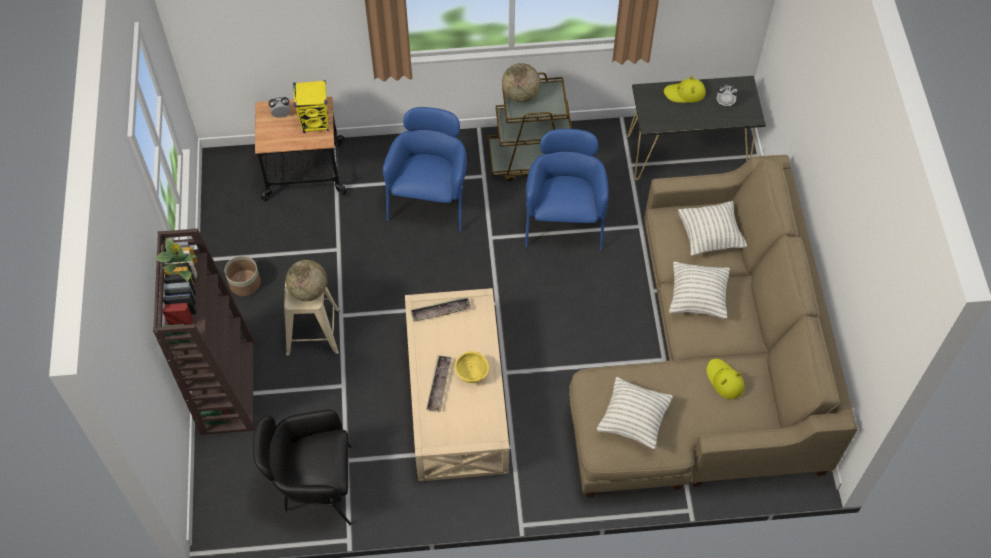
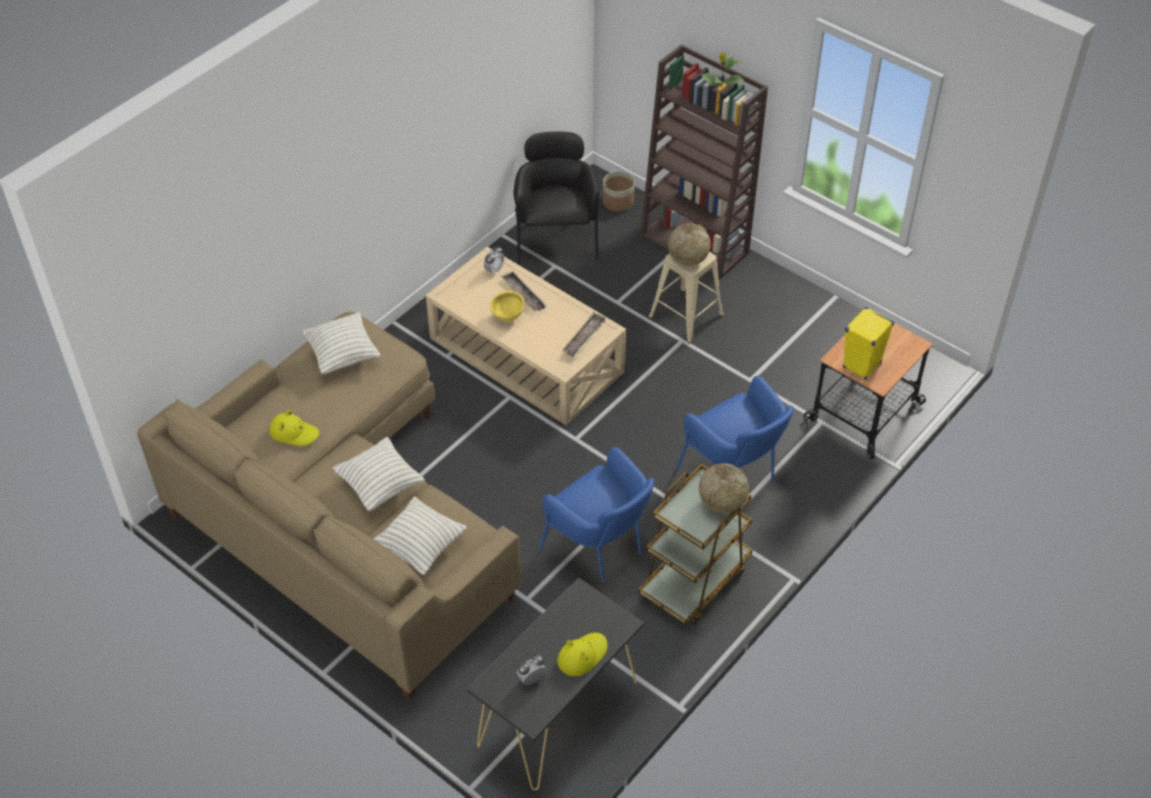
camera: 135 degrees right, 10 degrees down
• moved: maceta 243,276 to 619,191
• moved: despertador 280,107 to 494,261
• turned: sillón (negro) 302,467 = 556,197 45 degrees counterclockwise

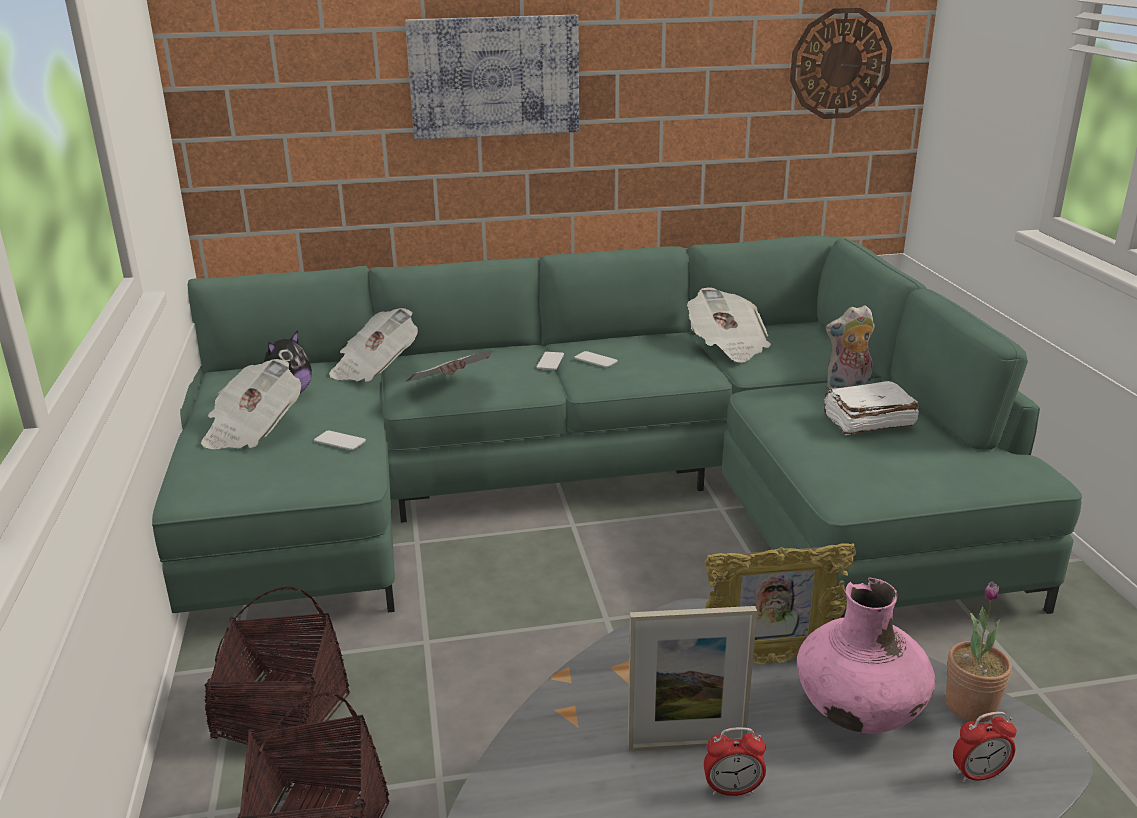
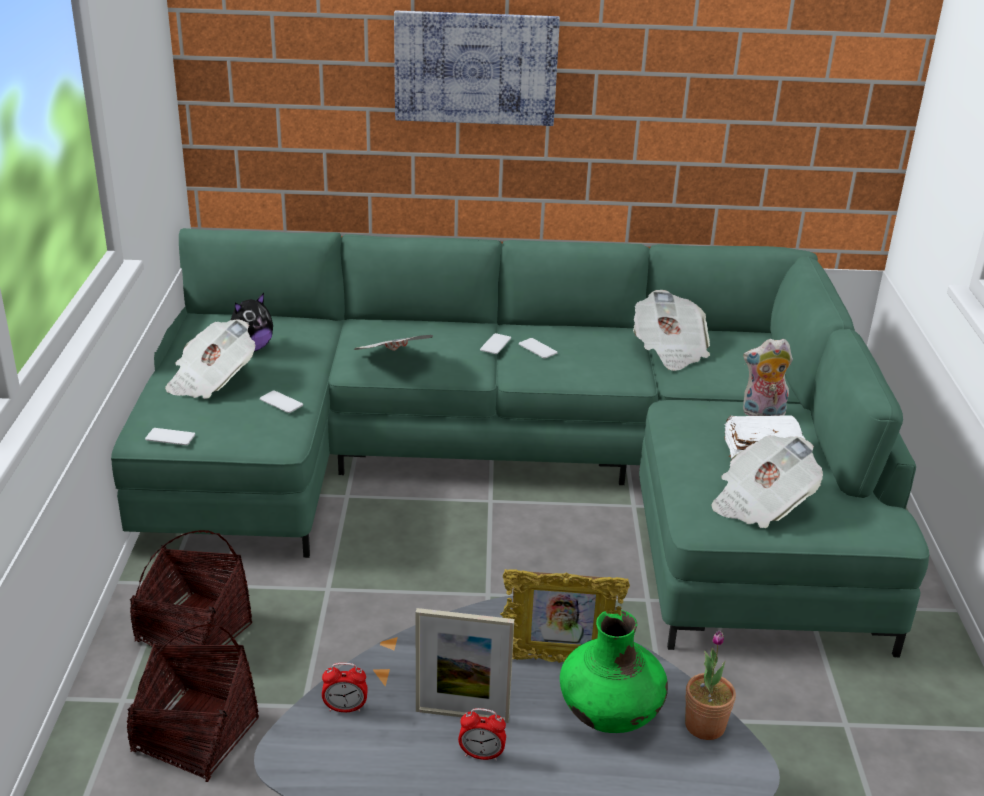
camera: 10 degrees right, 5 degrees up
• removed: reloj de pared 841,63
• added: móvil 170,436
• moved: periódico 373,345 to 767,481
• moved: despertador 985,747 to 345,687
• recoloured: florero (rosa) 866,656 to florero (verde) 614,671

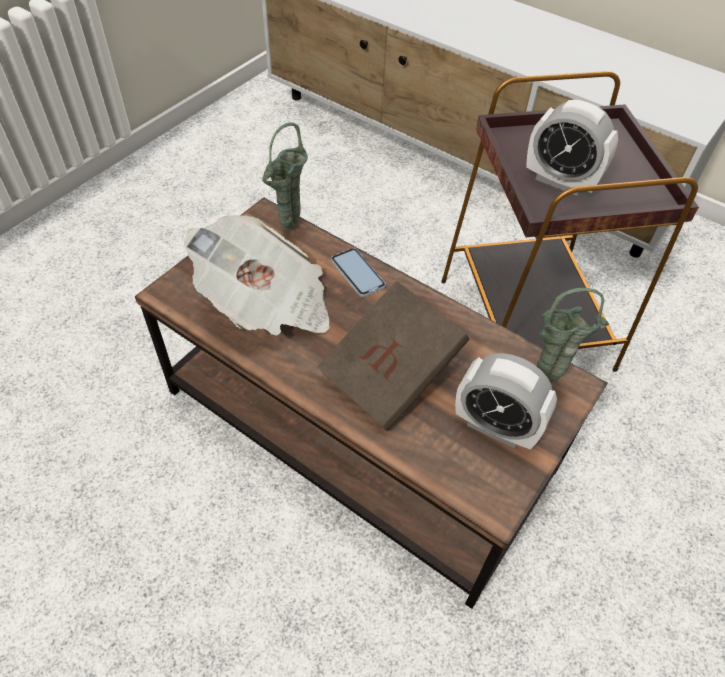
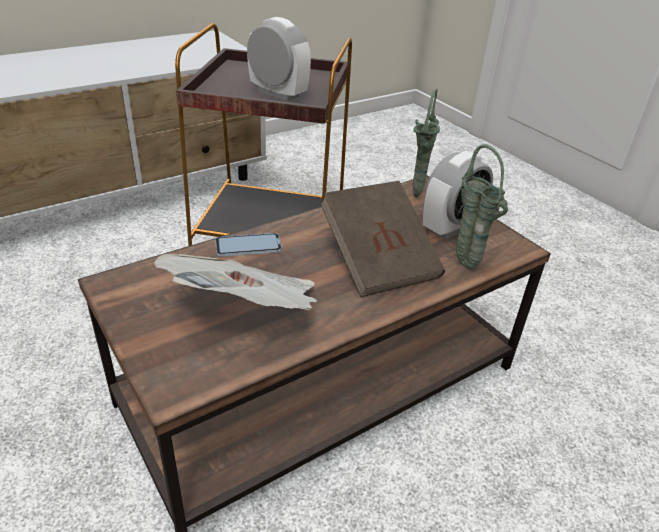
camera: 70 degrees left, 15 degrees down
• moved: florero (verde) 285,176 to 482,206
• turned: despertador 572,148 = 279,59 105 degrees counterclockwise

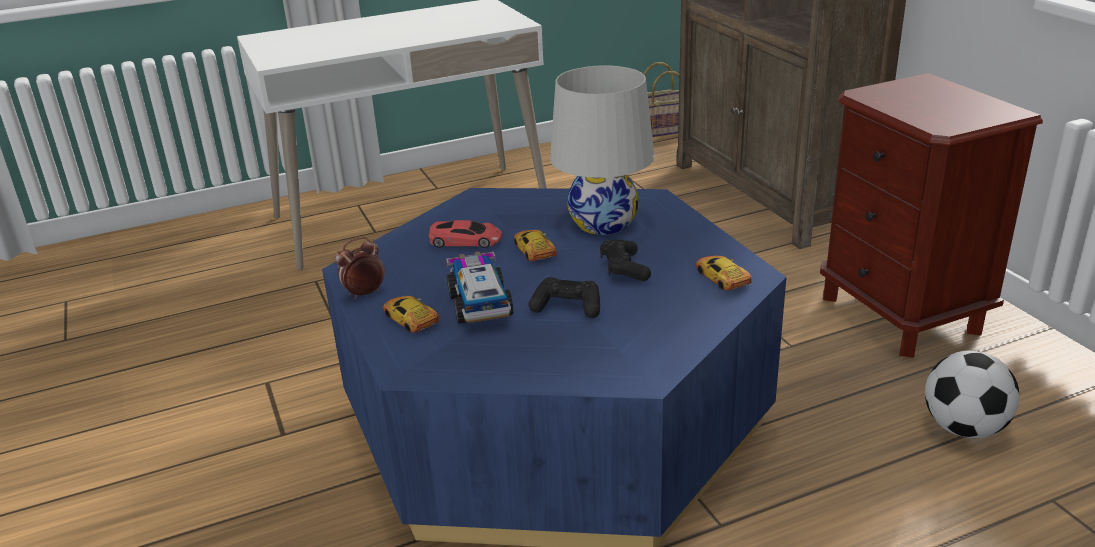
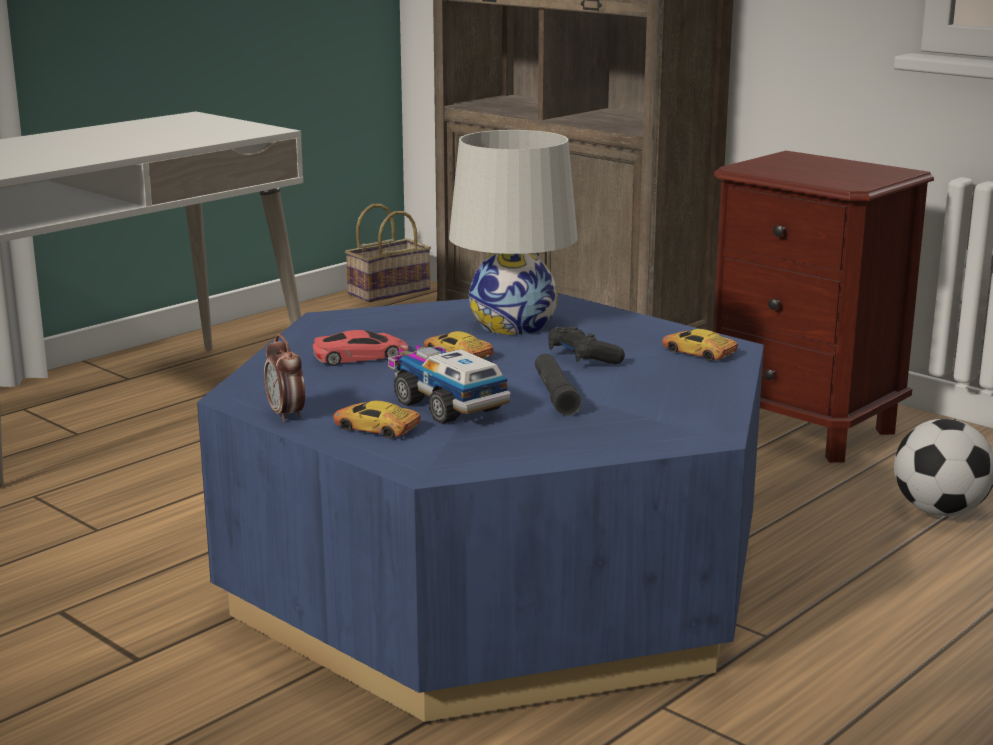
camera: 25 degrees left, 10 degrees down
• replaced: mando de consola (negro) 564,297 to linterna (negro) 558,385
• turned: despertador 360,268 = 284,378 60 degrees counterclockwise

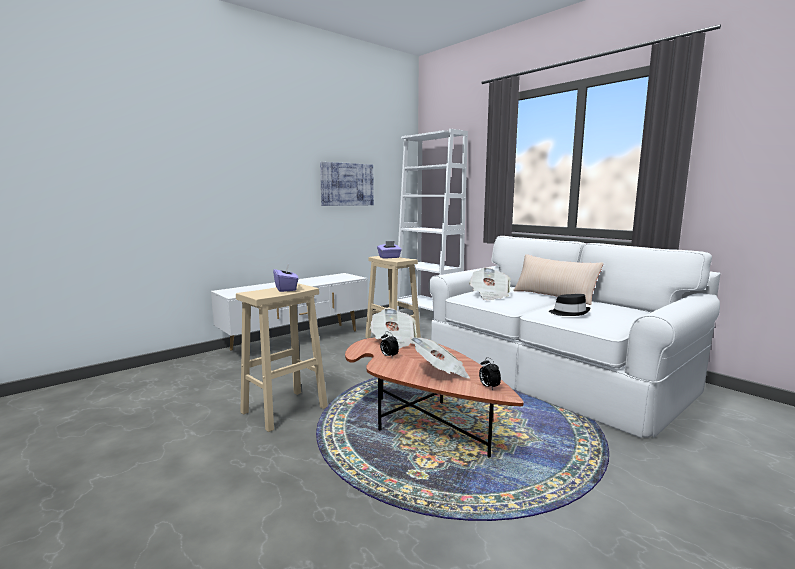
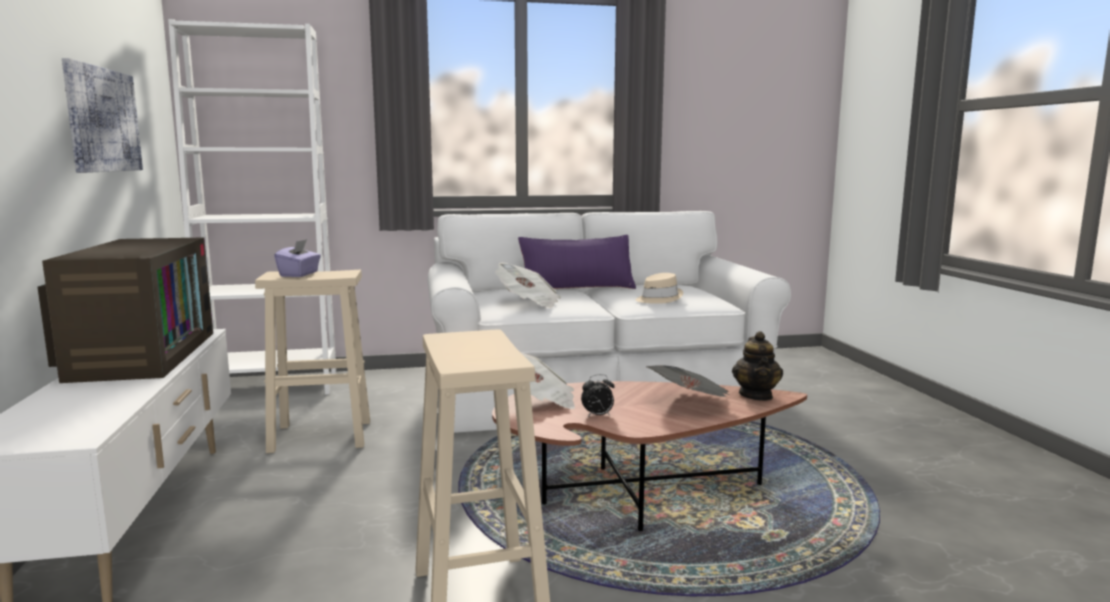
camera: 60 degrees left, 0 degrees up
• removed: caja de pañuelos (morado) 285,278
• added: televisor 125,310
• replaced: despertador 490,373 to tetera 757,366
• recoloured: cojín (beis) 558,279 to cojín (morado) 577,262
• recoloured: sombrero (negro) 569,305 to sombrero (beis) 659,288

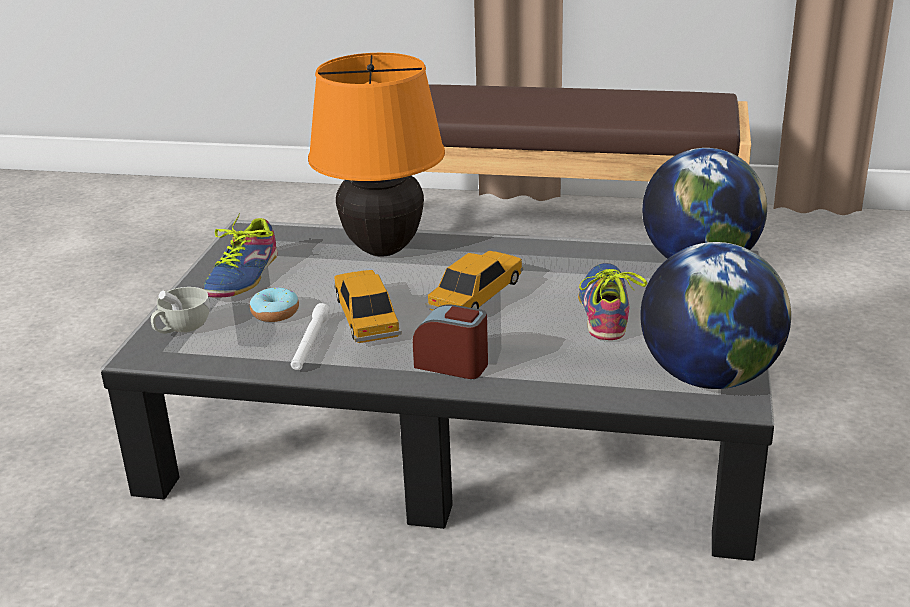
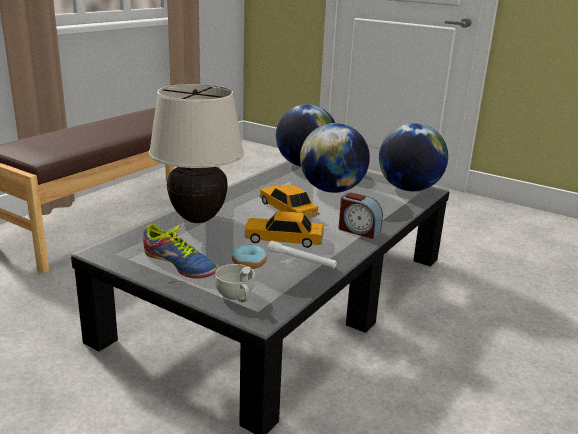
camera: 70 degrees left, 5 degrees down
• replaced: zapato 612,301 to globo terráqueo 335,158
• recoloured: lámpara de mesa (naranja) 376,155 to lámpara de mesa (beis) 196,153
• turned: despertador 450,341 = 361,215 105 degrees counterclockwise

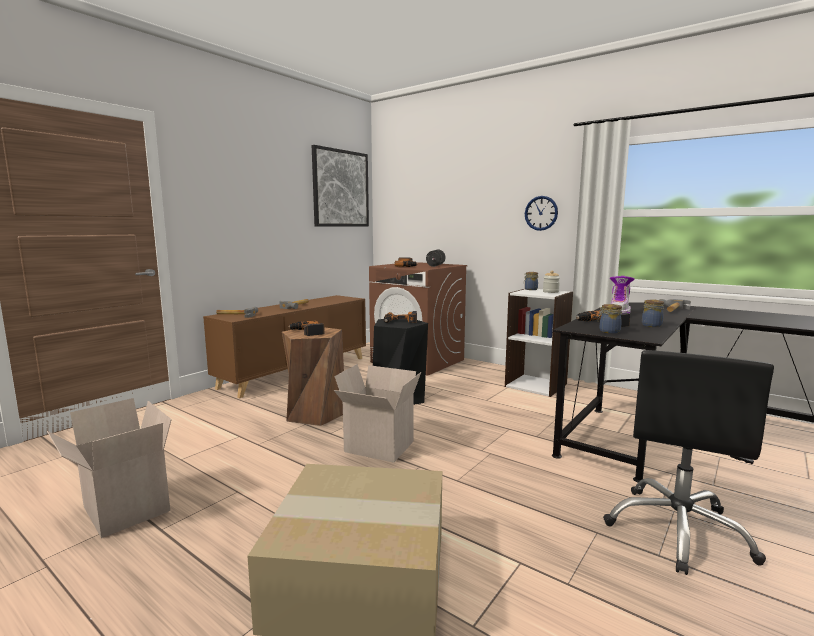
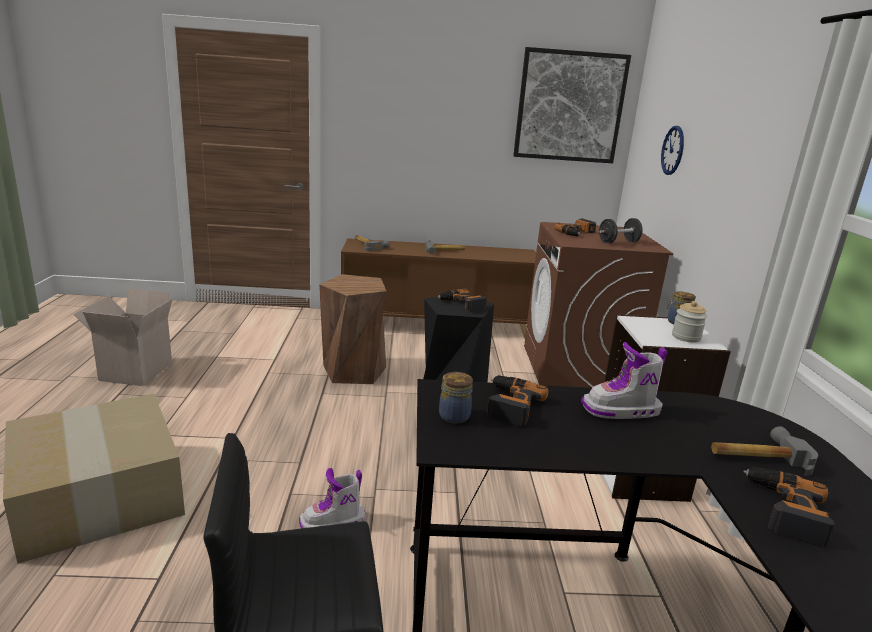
camera: 50 degrees right, 10 degrees up
• removed: caja de cartón 377,413
• removed: tarro 653,313
• added: bota 332,498
• moved: taladro 306,328 to 789,507
• moved: reloj de pared 541,213 to 672,150

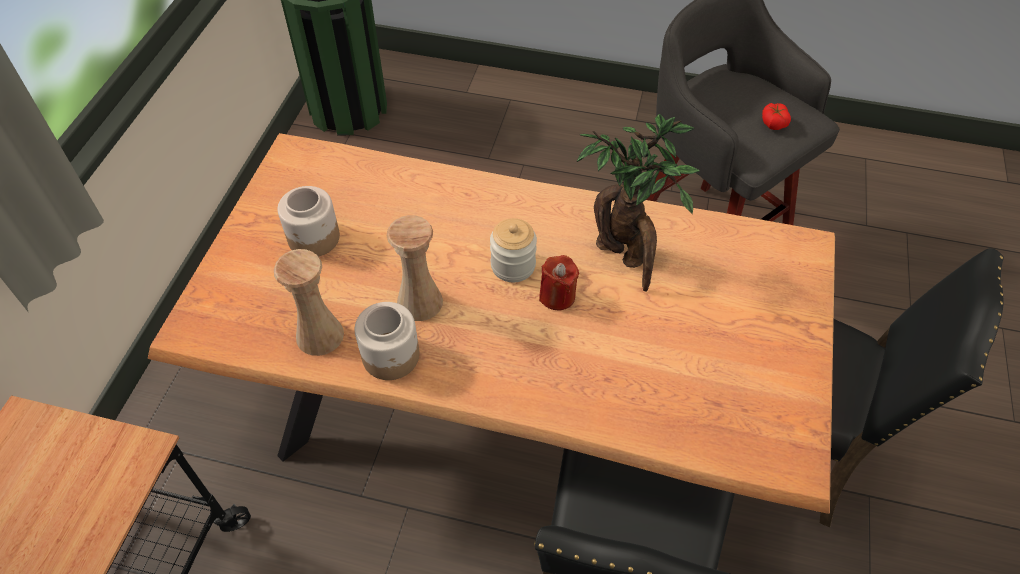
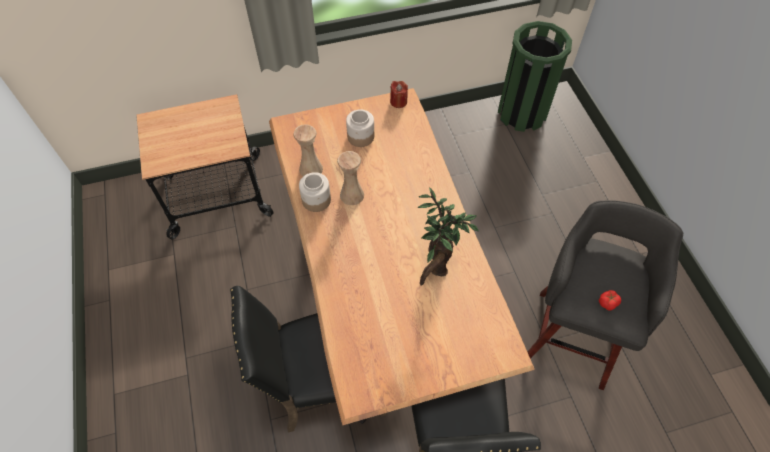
camera: 60 degrees right, 5 degrees up
• removed: tarro 513,250
• moved: vela (rojo) 559,283 to 399,94

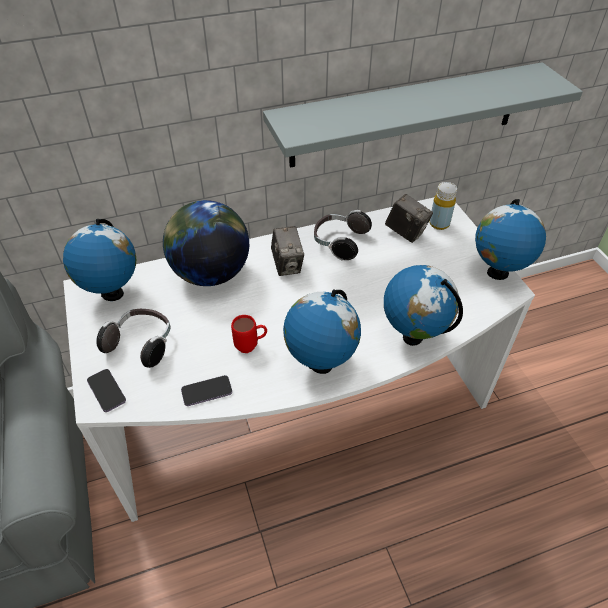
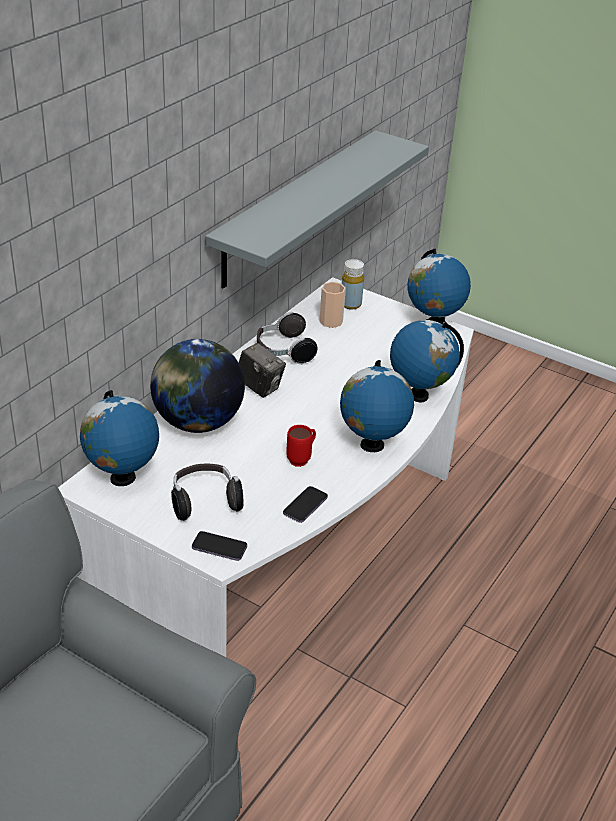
camera: 40 degrees left, 10 degrees down
• replaced: cámara 409,218 to taza 332,305

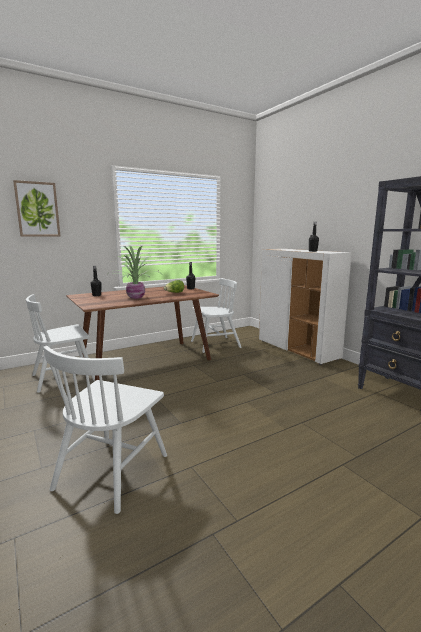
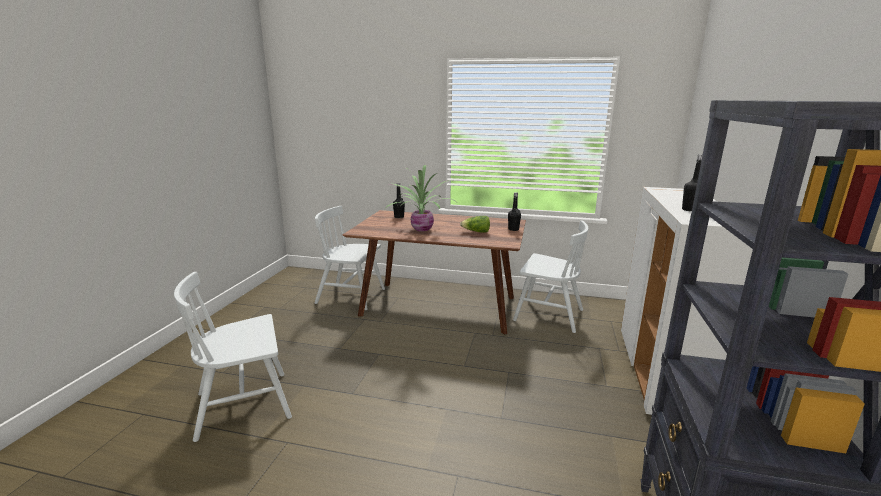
camera: 45 degrees right, 5 degrees up
• removed: cuadro 36,208

